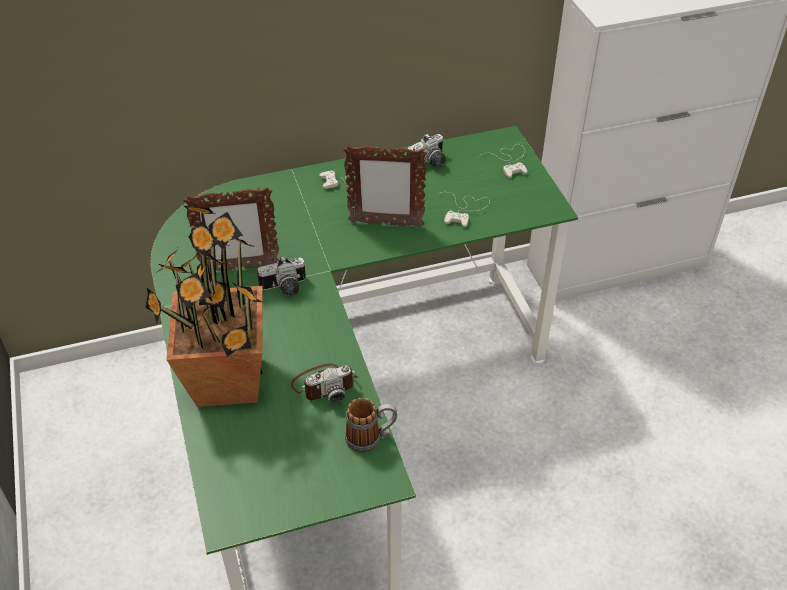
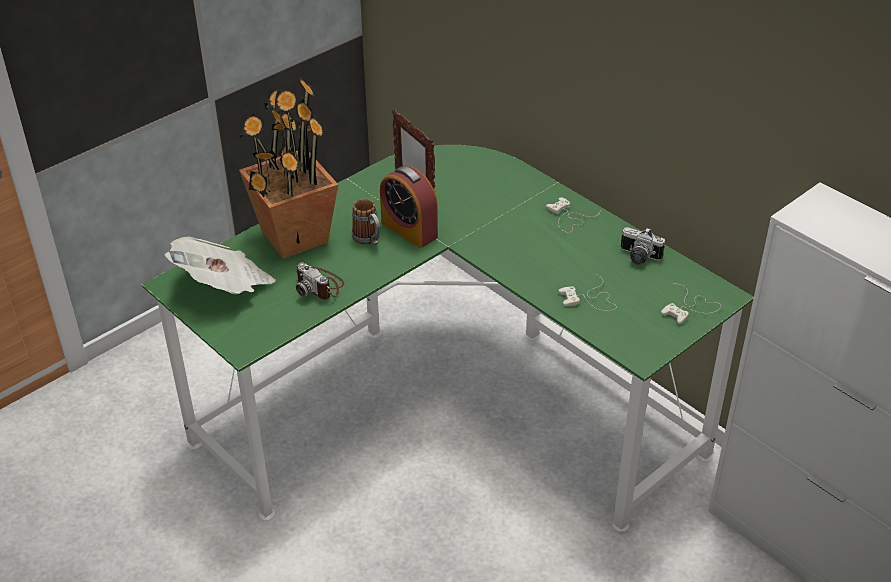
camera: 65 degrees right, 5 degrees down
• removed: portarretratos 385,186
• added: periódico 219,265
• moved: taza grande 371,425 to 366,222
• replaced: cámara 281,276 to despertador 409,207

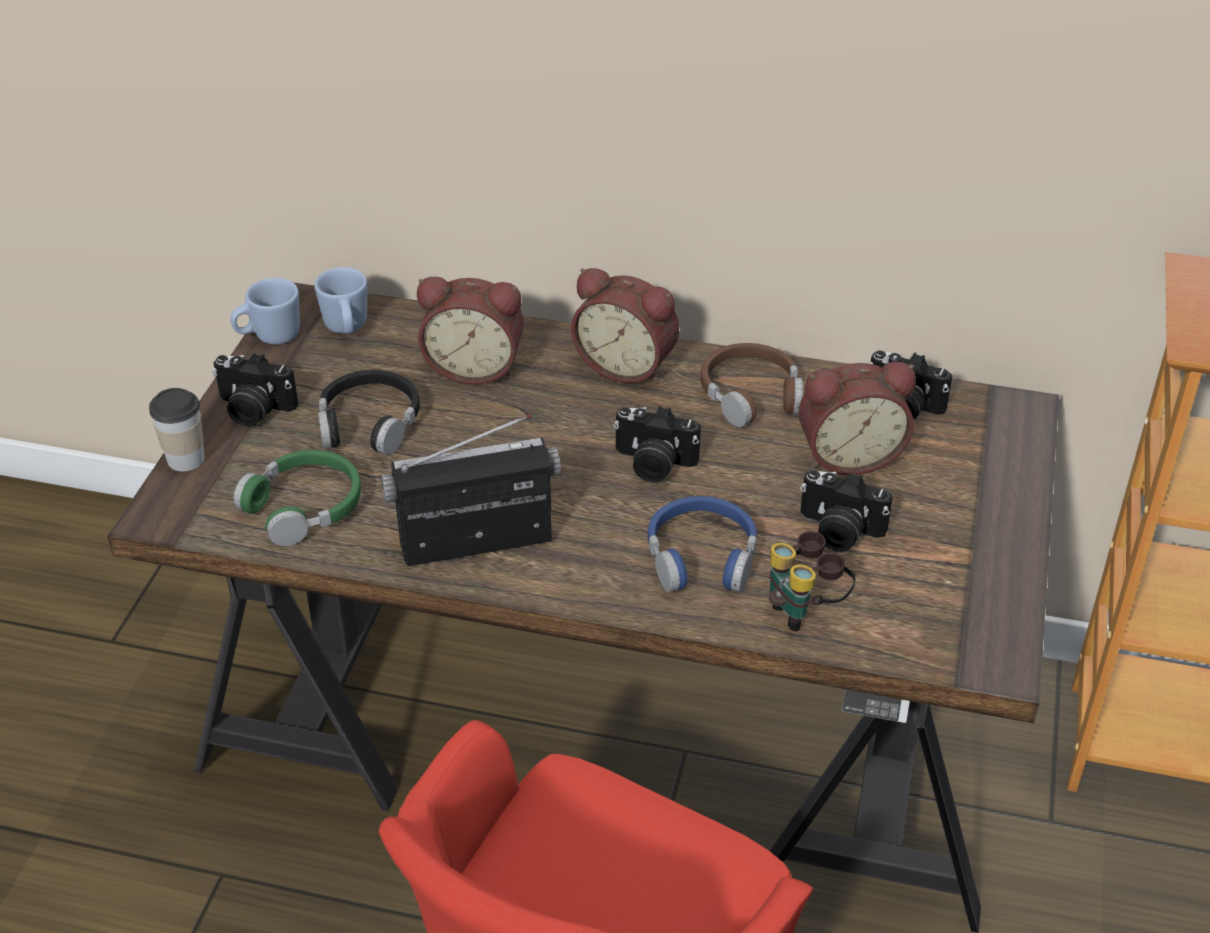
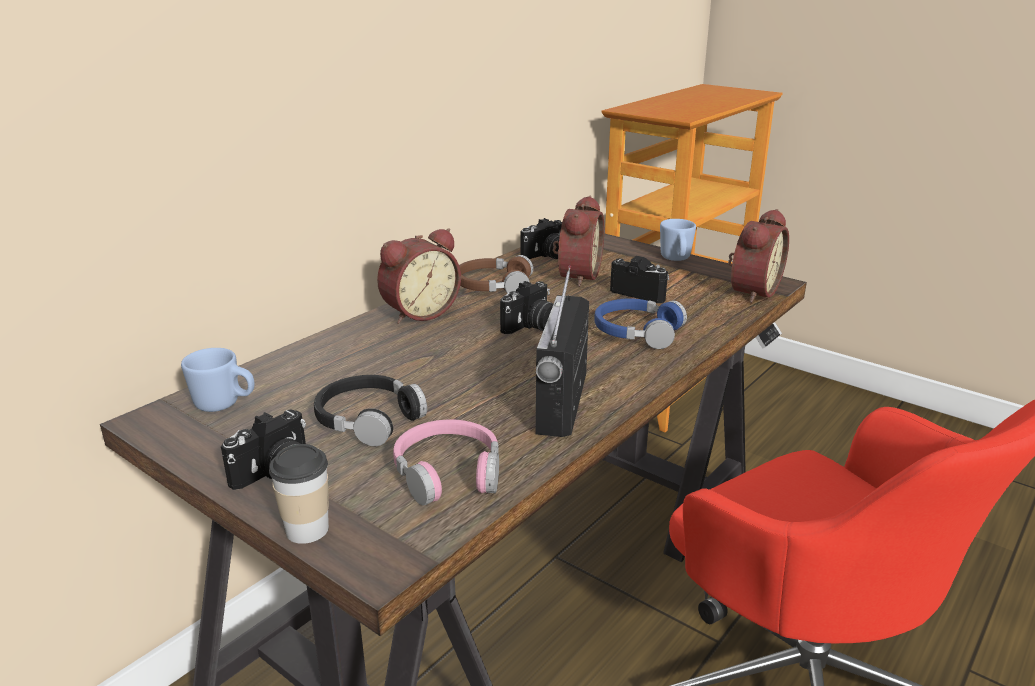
camera: 65 degrees left, 15 degrees down
• removed: prismáticos 812,581
• moved: taza grande (azul) 265,311 to 678,240
• moved: despertador 470,331 to 758,256
• recoloured: auriculares (verde) 297,498 to auriculares (rosa) 446,463
• turned: cámara 846,511 = 639,279 105 degrees counterclockwise

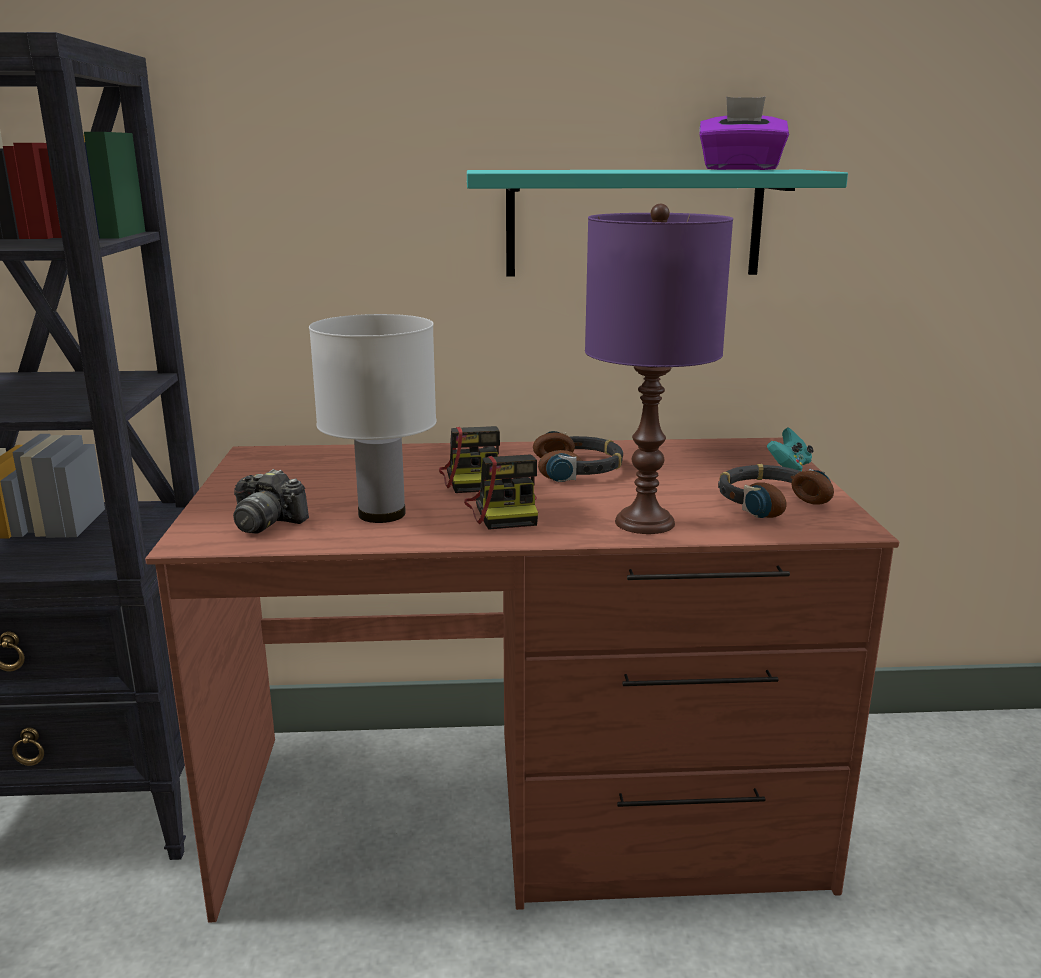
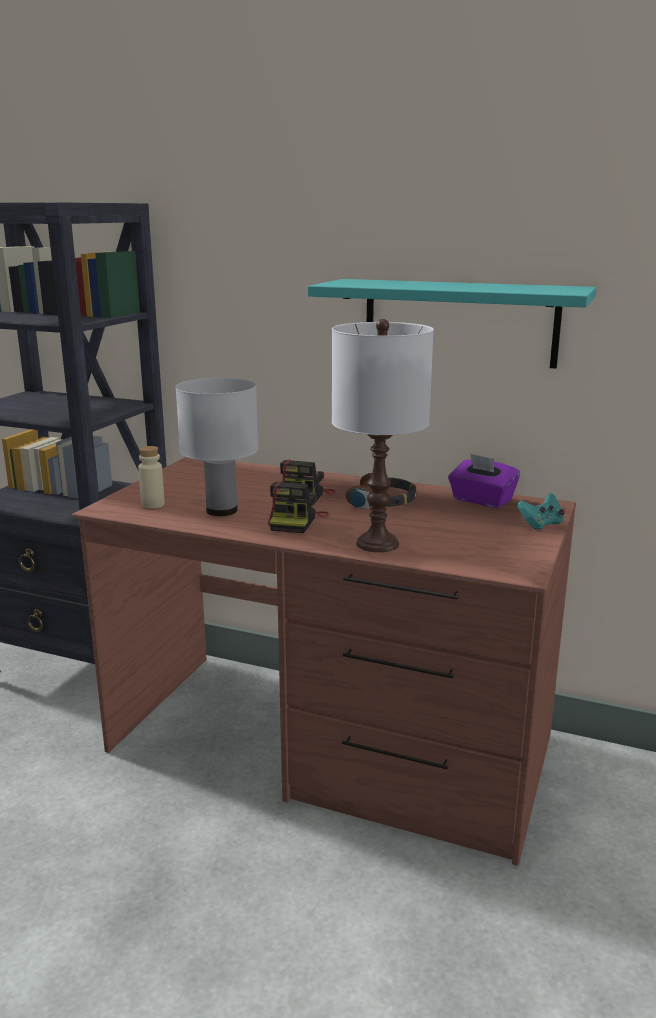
camera: 25 degrees right, 0 degrees up
• removed: auriculares 776,491
• moved: caja de pañuelos (morado) 744,133 to 484,480
• replaced: cámara 271,501 to botella (beis) 151,477
• recoloured: lámpara de mesa (morado) 659,369 to lámpara de mesa (blanco) 383,435

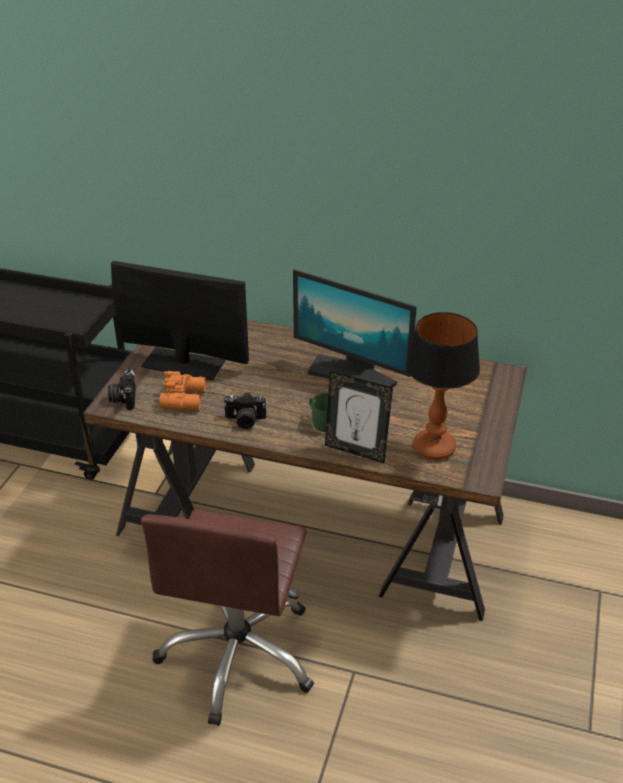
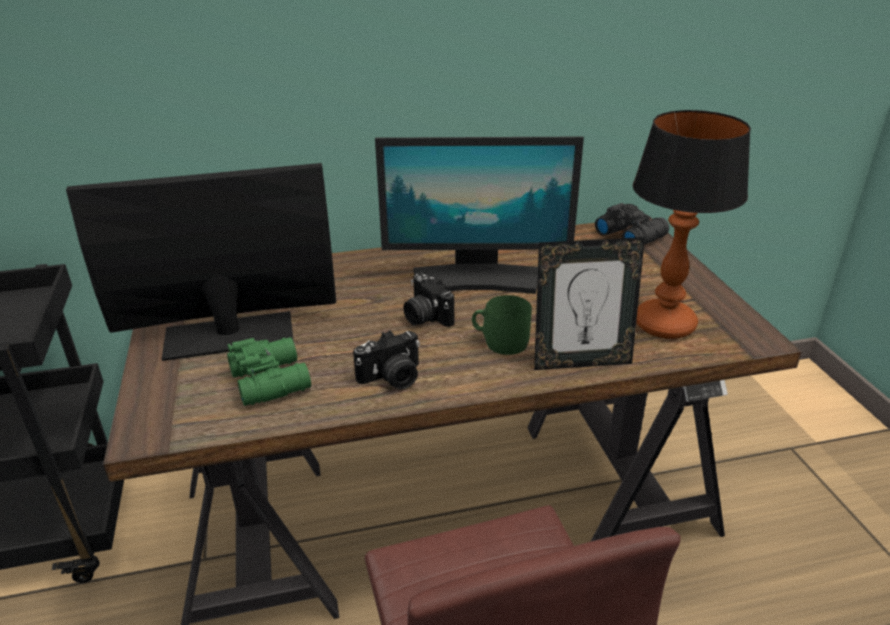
camera: 30 degrees left, 5 degrees down
• added: prismáticos (negro) 632,224
• moved: cámara 121,389 to 429,299
• recoloured: prismáticos (naranja) 182,390 to prismáticos (verde) 269,371

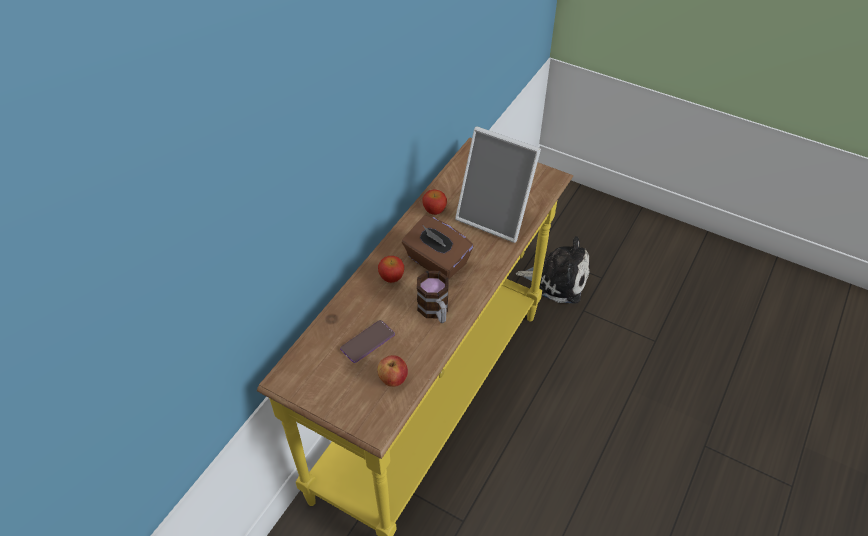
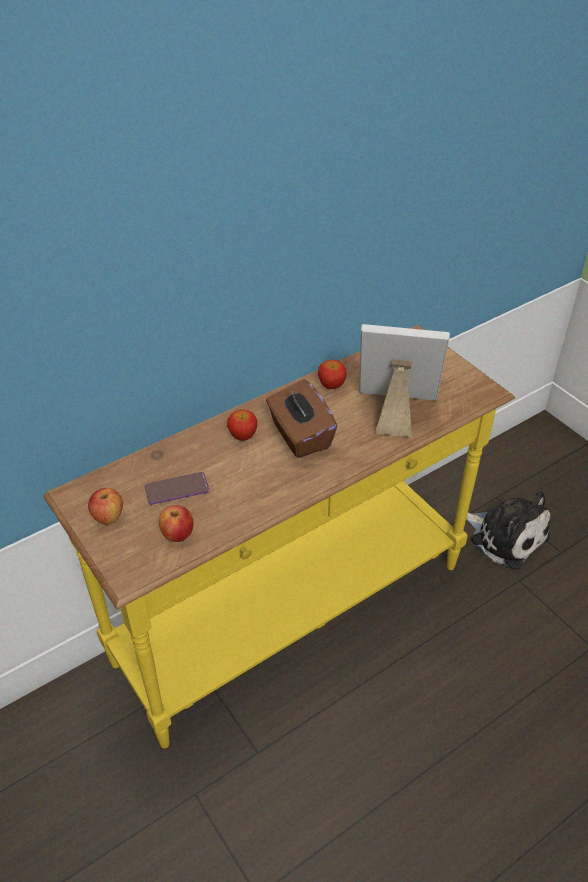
camera: 25 degrees right, 5 degrees down
• removed: taza grande 433,297
• added: manzana 105,506
• turned: portarretratos 498,184 = 404,380 135 degrees clockwise

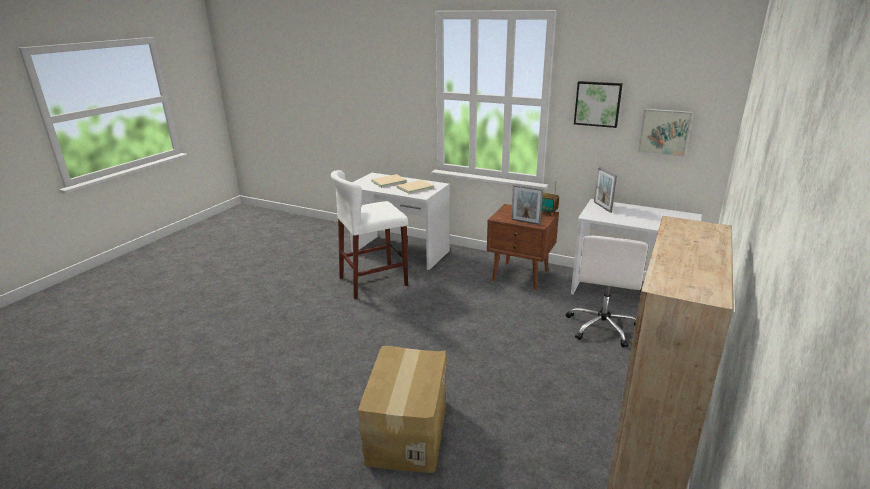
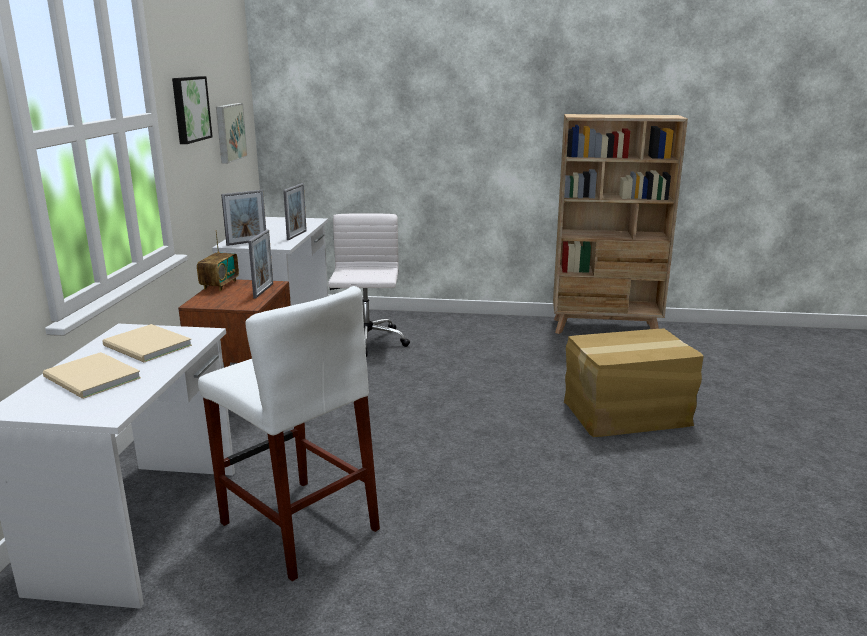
camera: 110 degrees left, 5 degrees down
• added: portarretratos 295,211
• turned: silla de oficina (blanco) 607,292 = 369,285 90 degrees counterclockwise

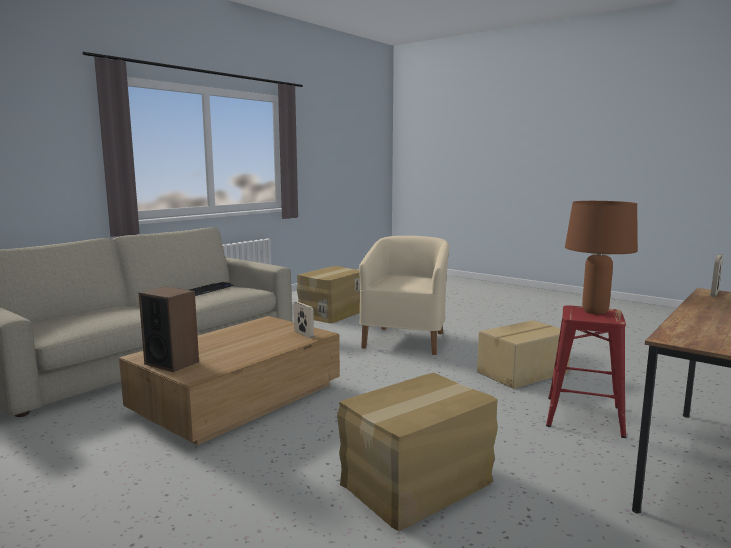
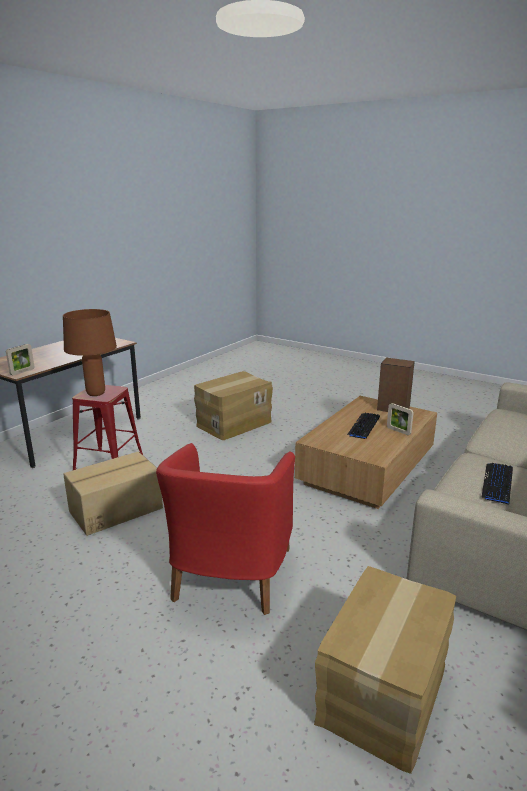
camera: 175 degrees right, 10 degrees up
• added: teclado 363,426
• moved: portarretratos 304,320 to 400,419
• recoloured: sillón (beis) 404,295 to sillón (rojo) 225,529

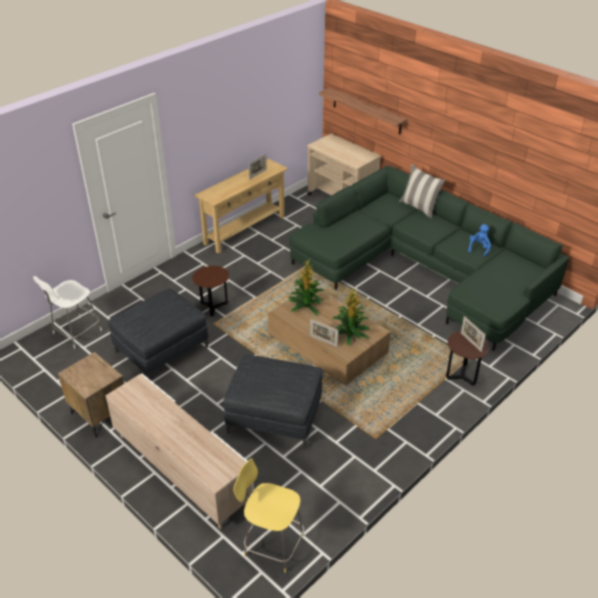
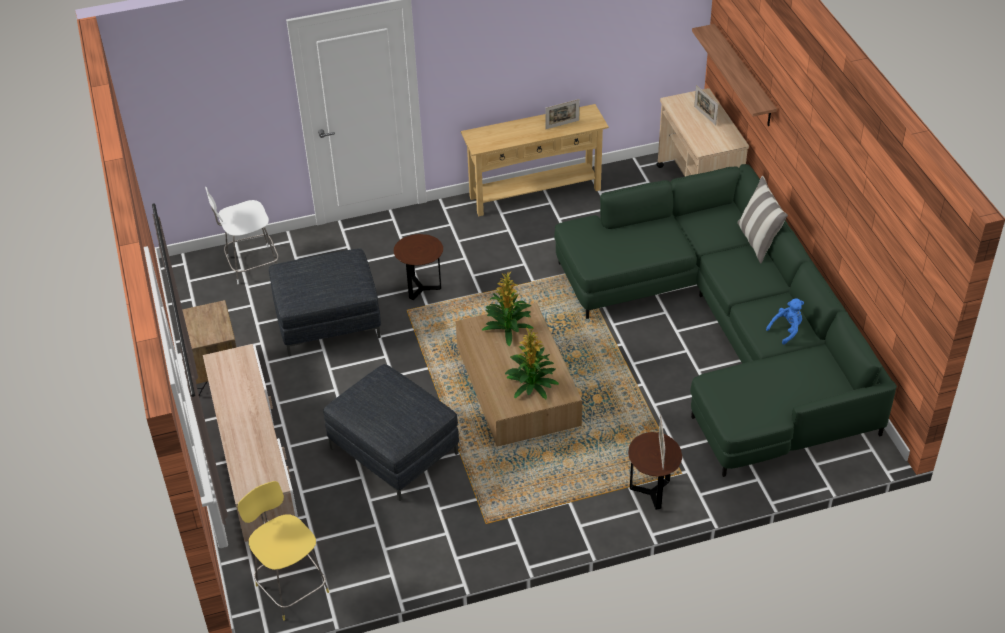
camera: 30 degrees right, 5 degrees up
• moved: portarretratos 324,333 to 706,105

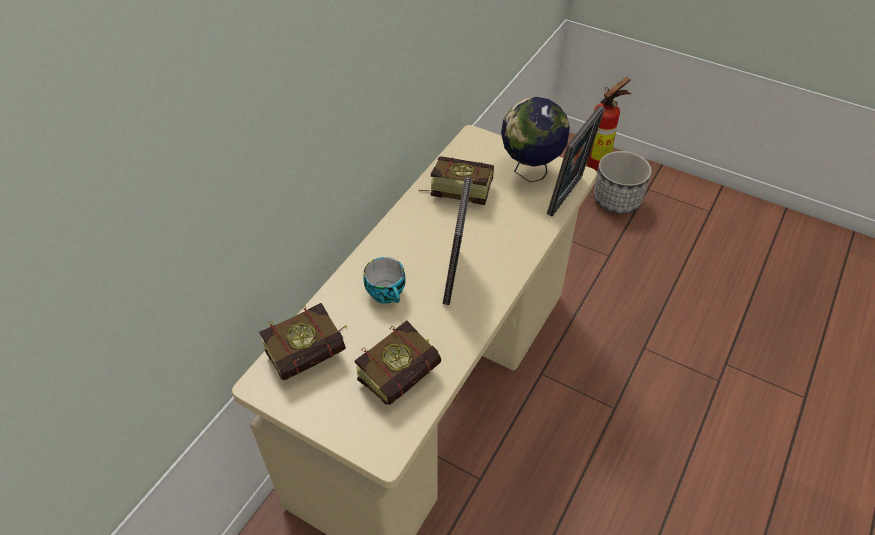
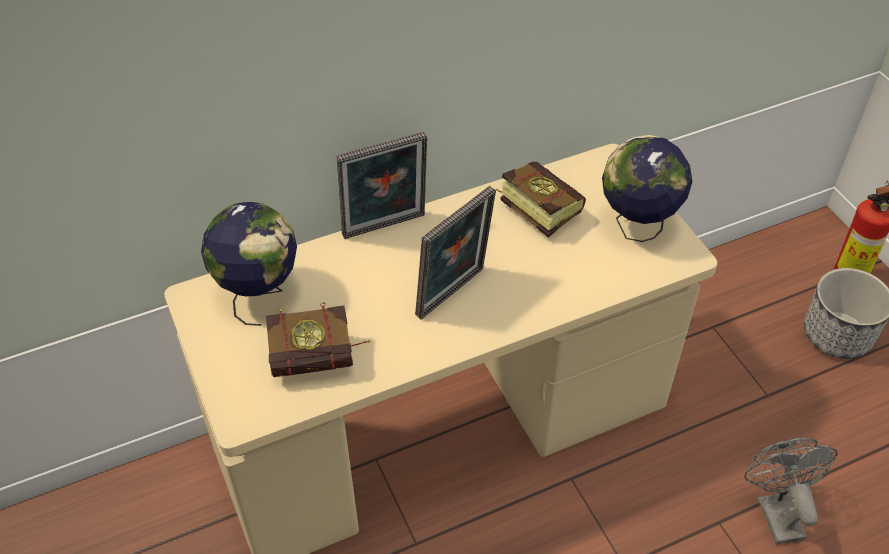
camera: 35 degrees right, 0 degrees up
• removed: taza 384,280
• added: ventilador (gris) 790,491
• moved: portarretratos 576,160 to 381,185
• replaced: libro 303,341 to globo terráqueo 249,264

